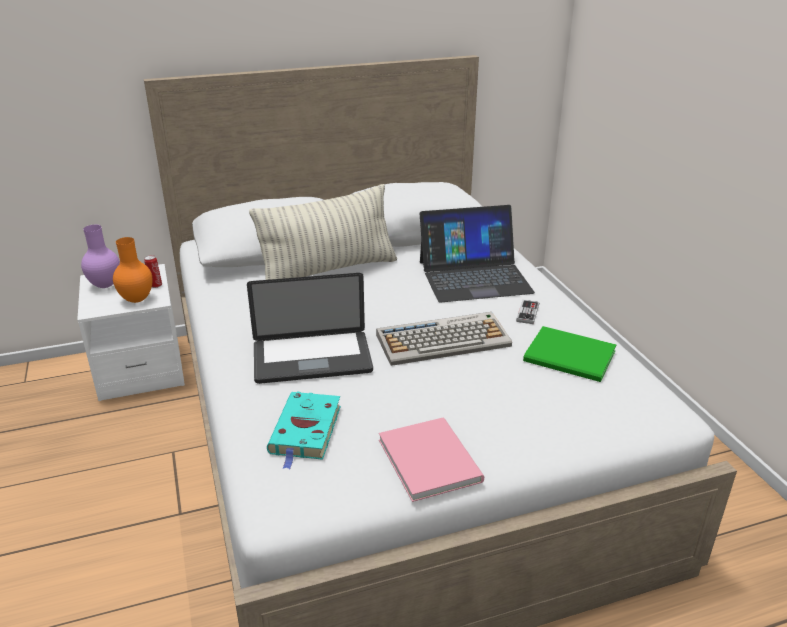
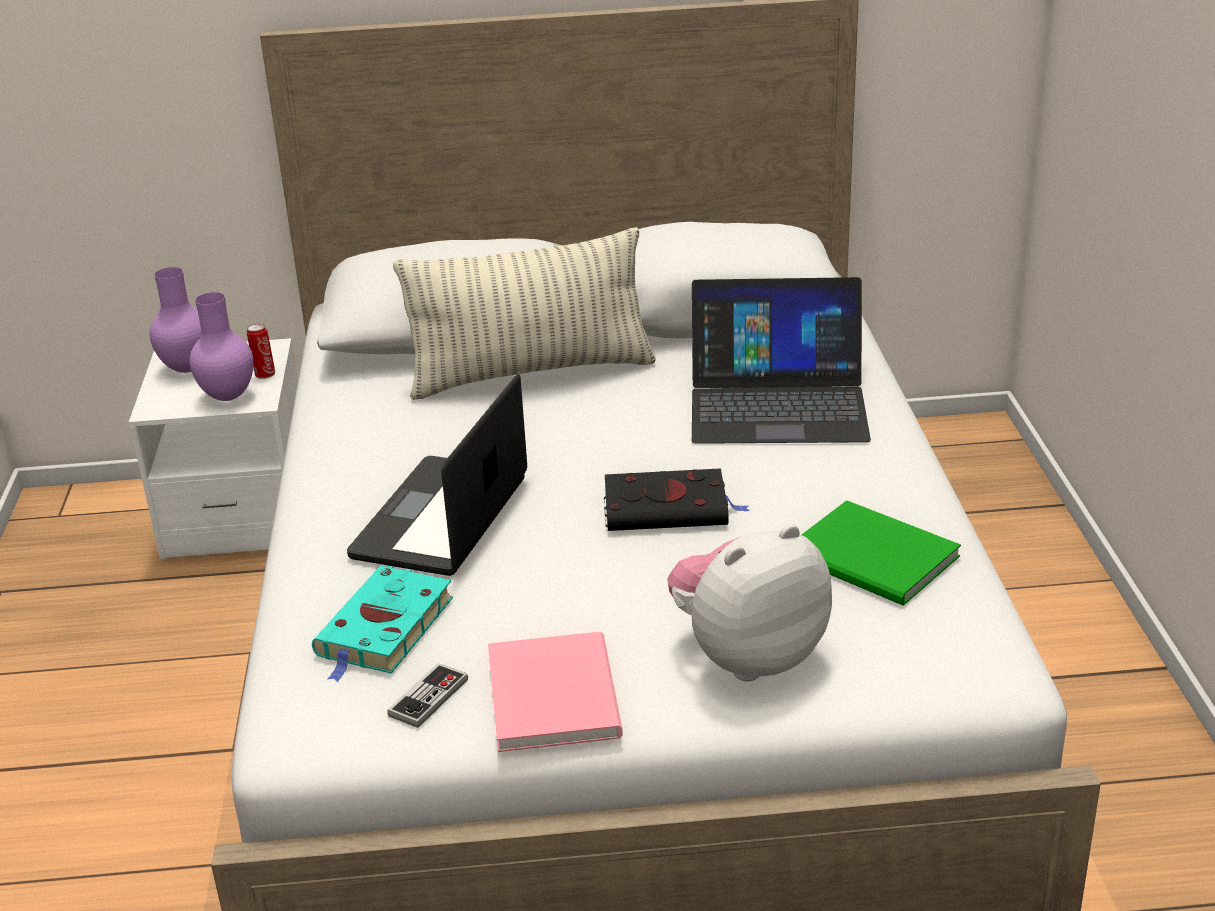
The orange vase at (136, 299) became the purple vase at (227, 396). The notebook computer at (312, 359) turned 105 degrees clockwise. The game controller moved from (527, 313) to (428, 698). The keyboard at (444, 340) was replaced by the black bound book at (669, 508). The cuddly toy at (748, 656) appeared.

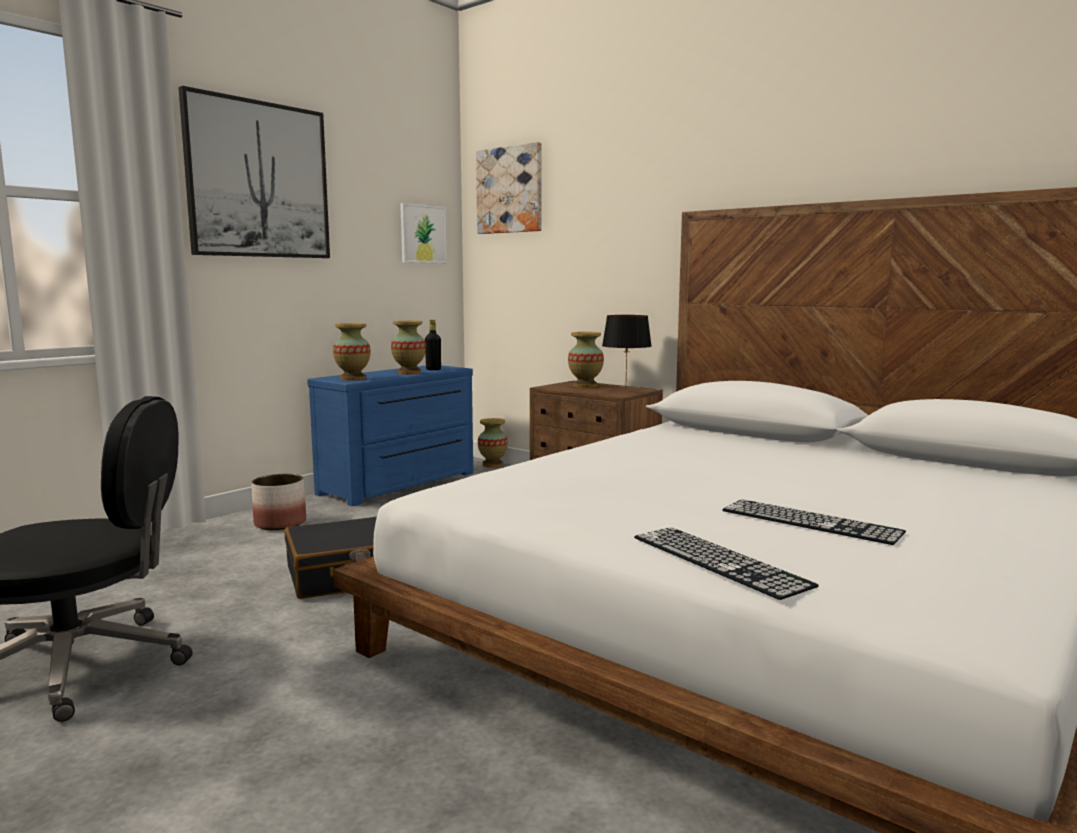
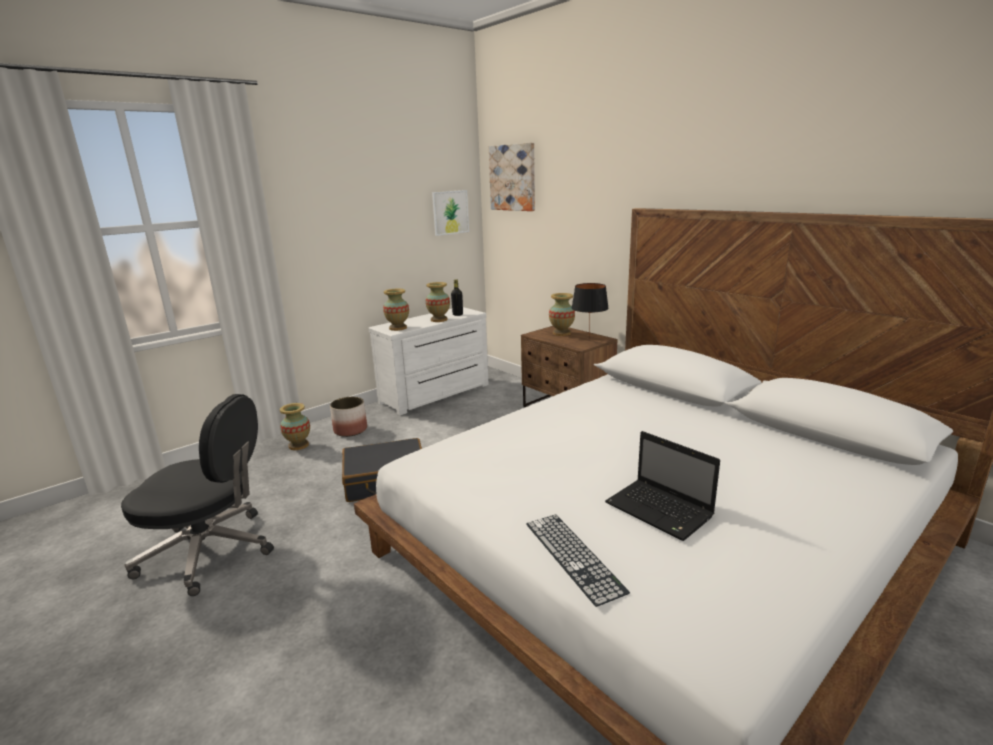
The vase moved from (493, 465) to (299, 445). The blue chest of drawers at (401, 484) became the whitish chest of drawers at (436, 394). The keyboard at (810, 521) was replaced by the notebook computer at (661, 511). The picture at (258, 180) disappeared.

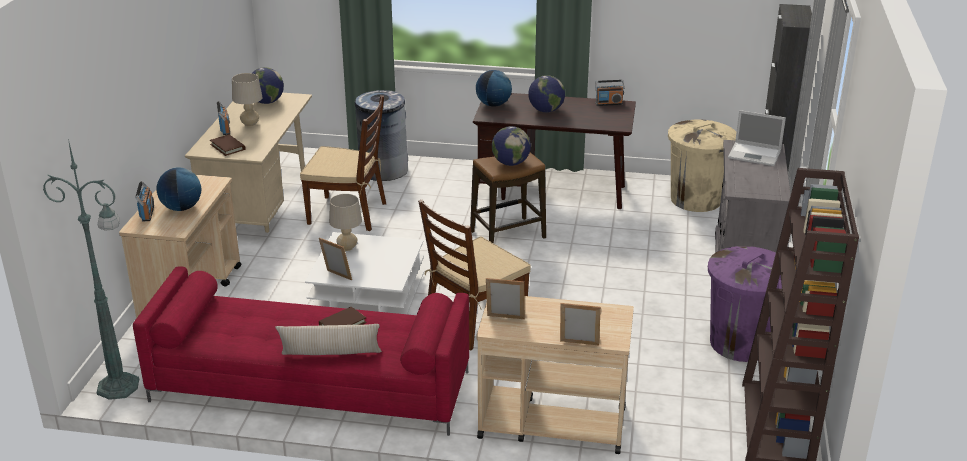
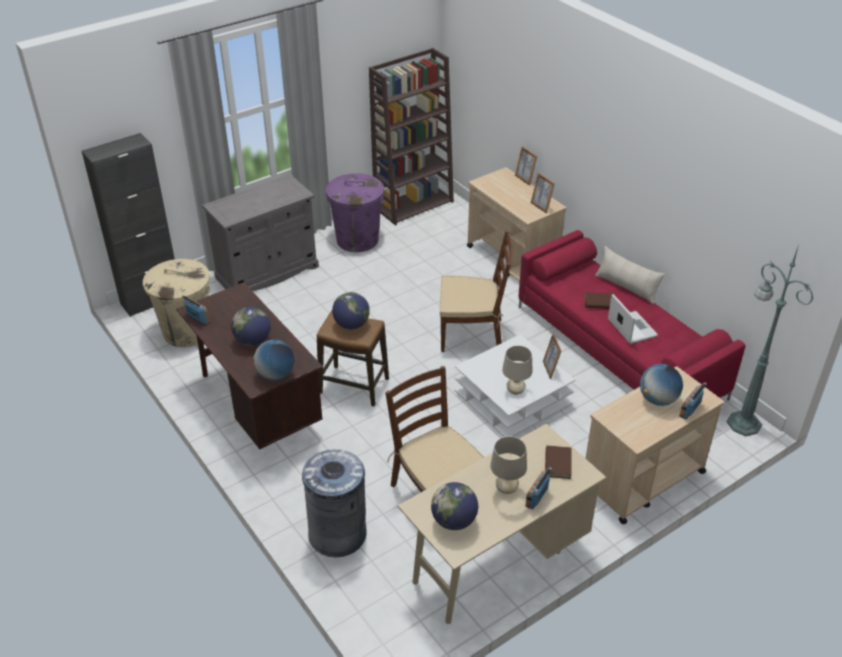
The notebook computer moved from (755, 154) to (631, 327).

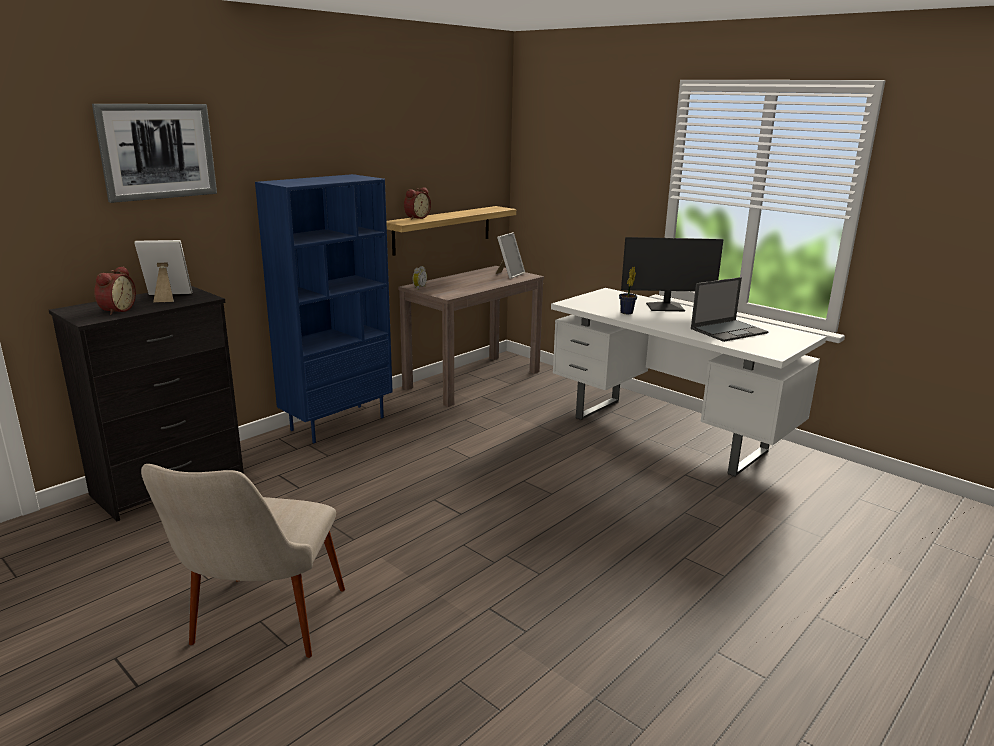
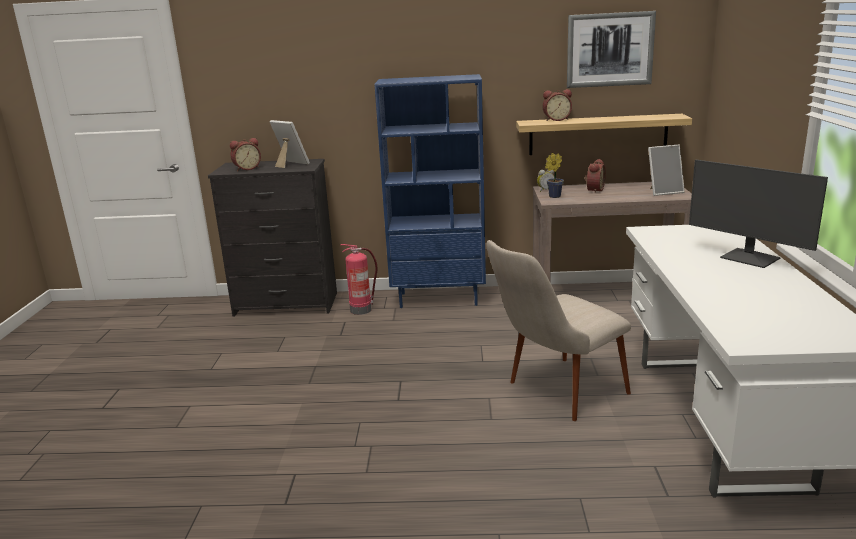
The extinguisher at (362, 310) appeared. The beige-coloured plain chair moved from (260, 633) to (554, 394). The plant in a pot moved from (626, 313) to (553, 196). The picture moved from (157, 151) to (610, 49). The bedside clock at (593, 190) appeared. The notebook computer at (729, 331) disappeared.

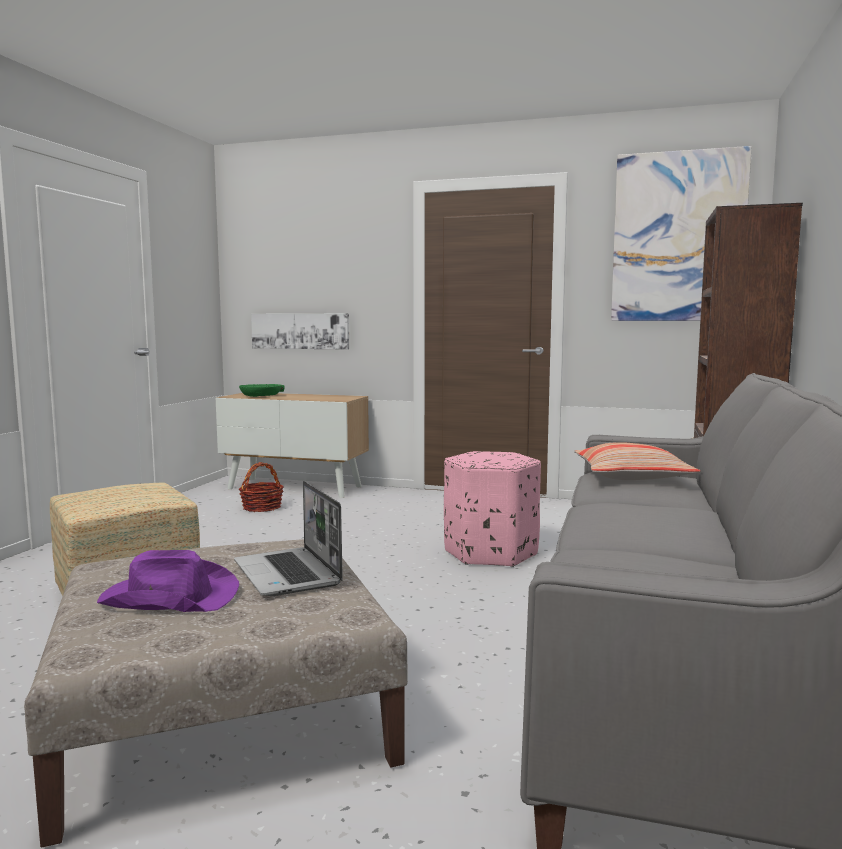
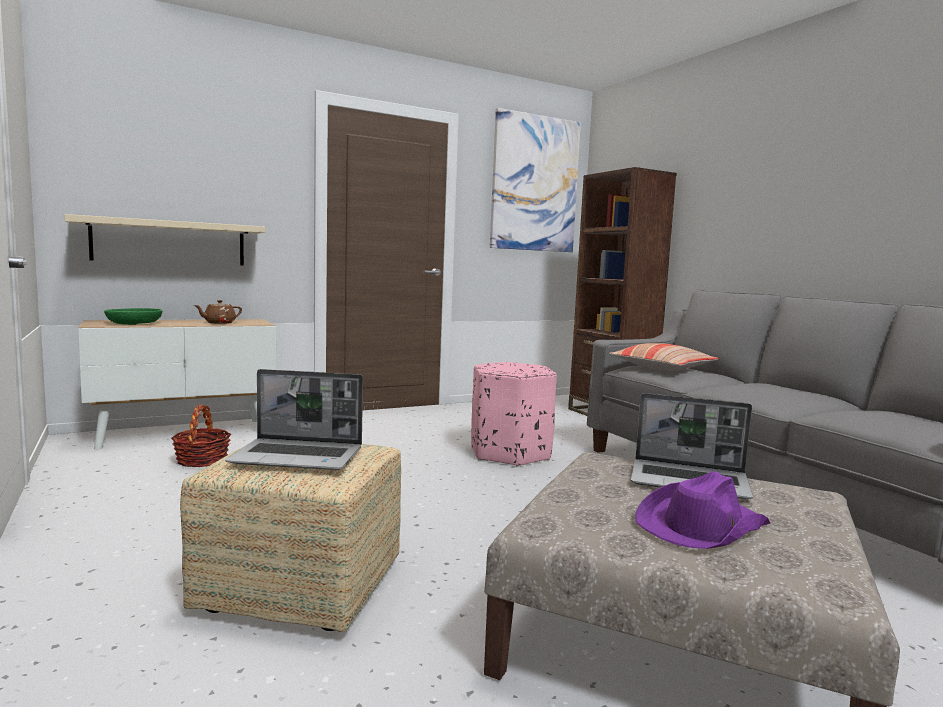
The picture at (300, 331) was replaced by the beige-coloured bracket shelf at (170, 242). The brown-coloured teapot at (219, 323) appeared. The notebook computer at (299, 457) appeared.

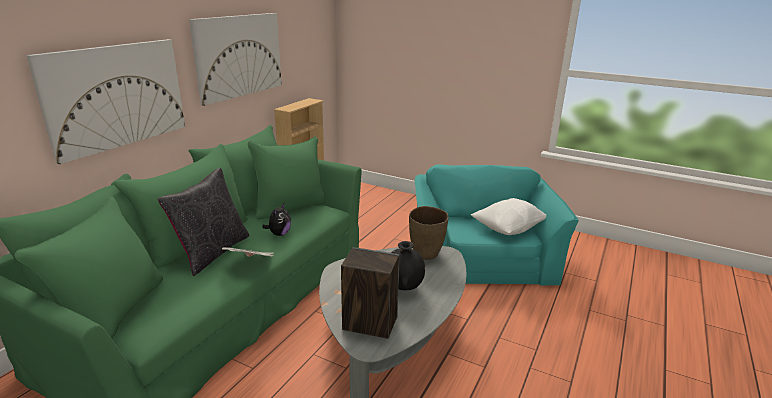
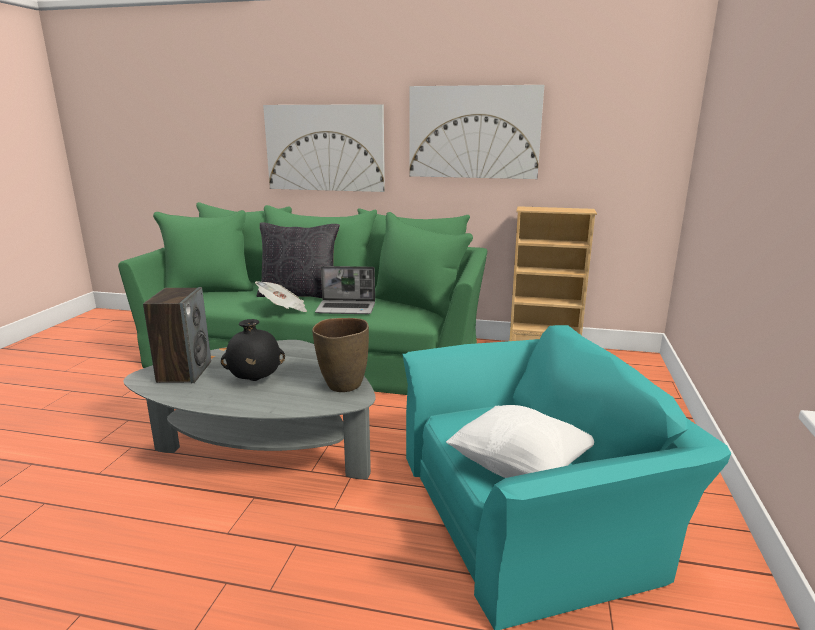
The cuddly toy at (279, 234) was replaced by the notebook computer at (347, 308).

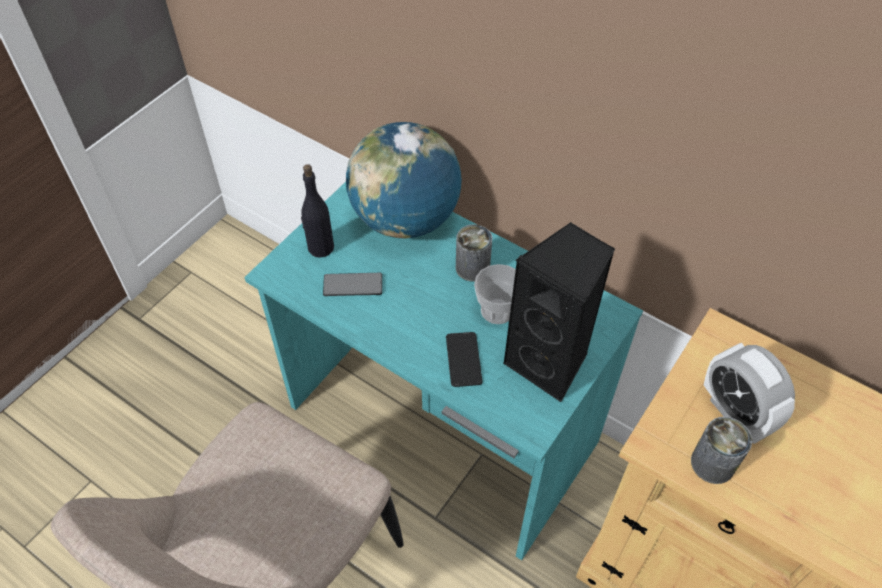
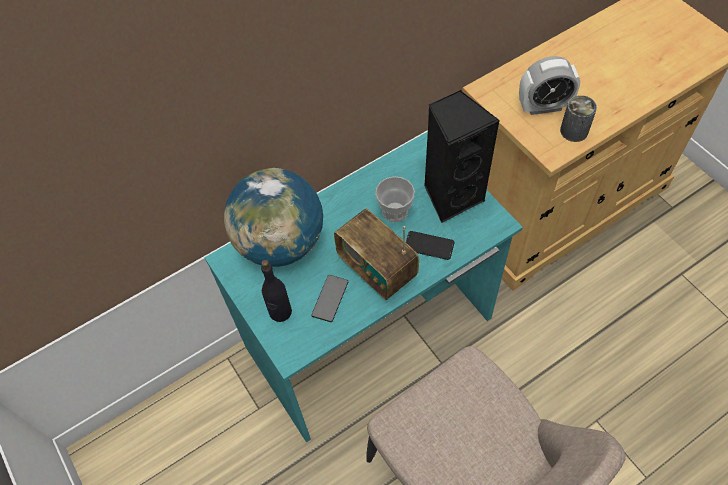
The radio set at (377, 269) appeared. The metal can at (472, 267) disappeared.

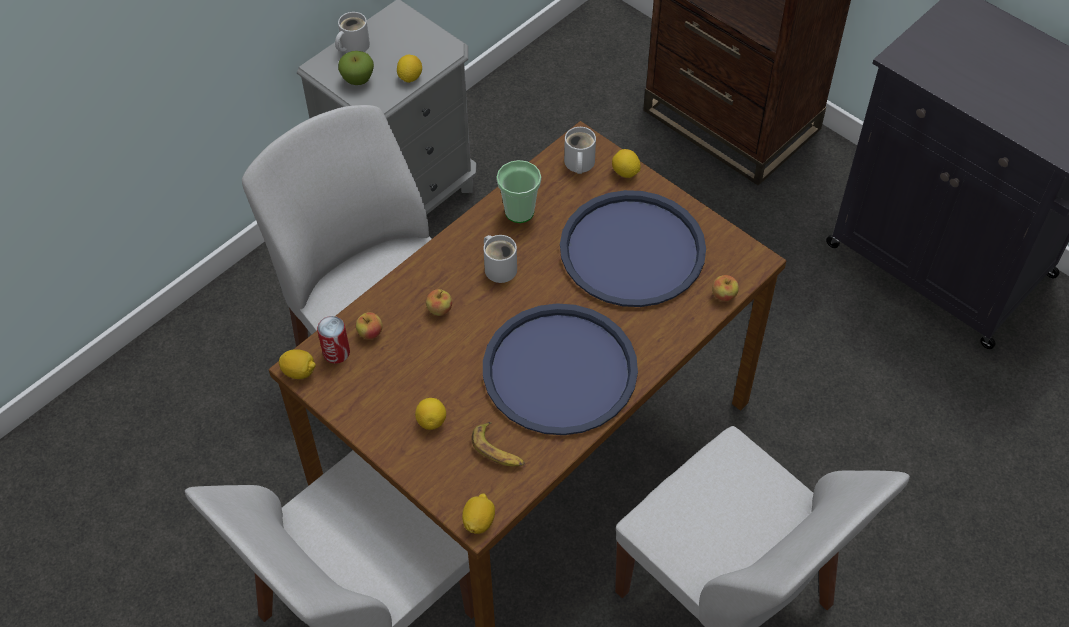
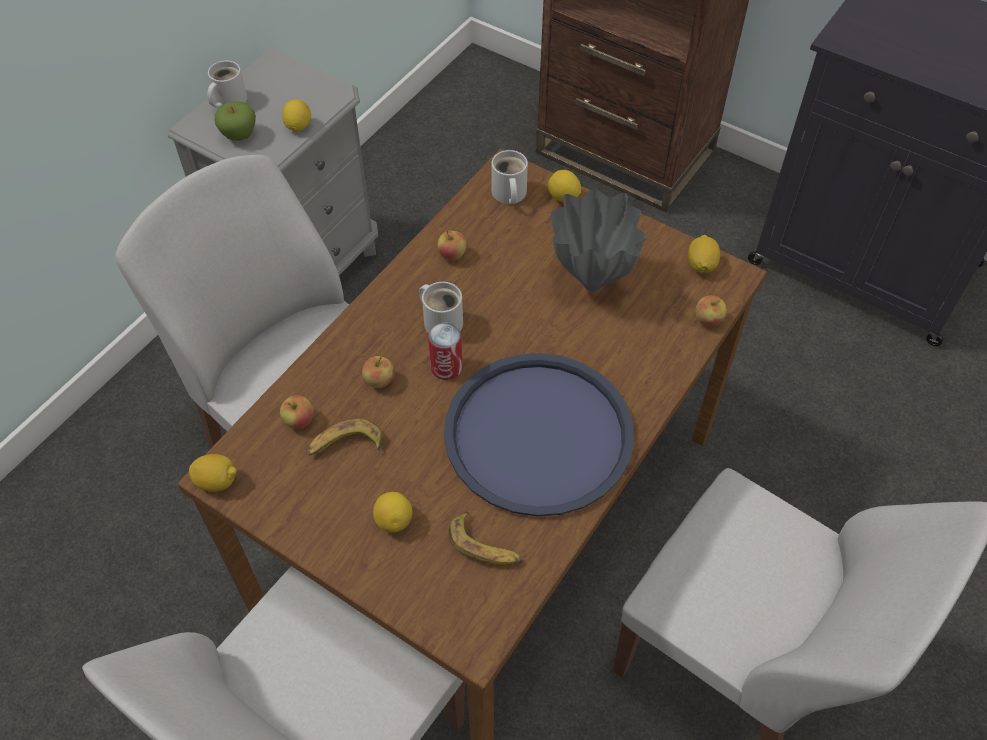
The whole banana at (345, 445) appeared. The metal can moved from (336, 353) to (446, 367). The cup at (519, 211) was replaced by the whole apple at (452, 255). The blue serving tray at (632, 250) was replaced by the greyish vase at (591, 282). The lemon moved from (479, 521) to (701, 265).

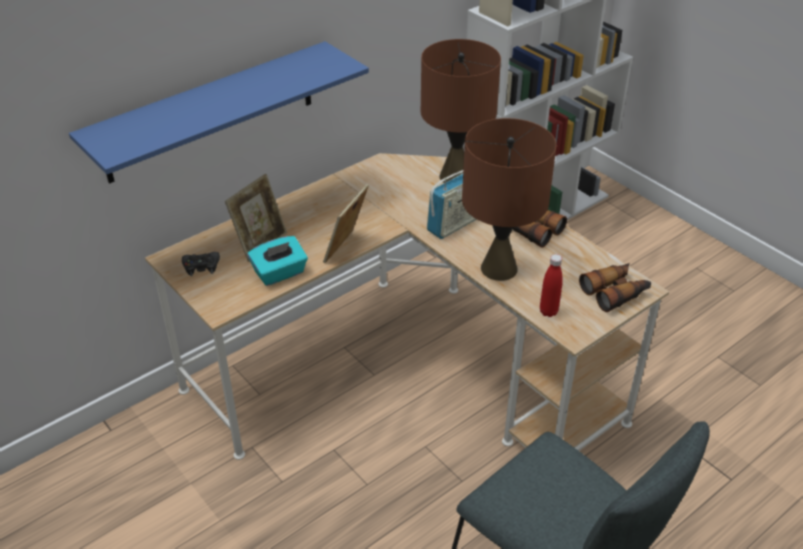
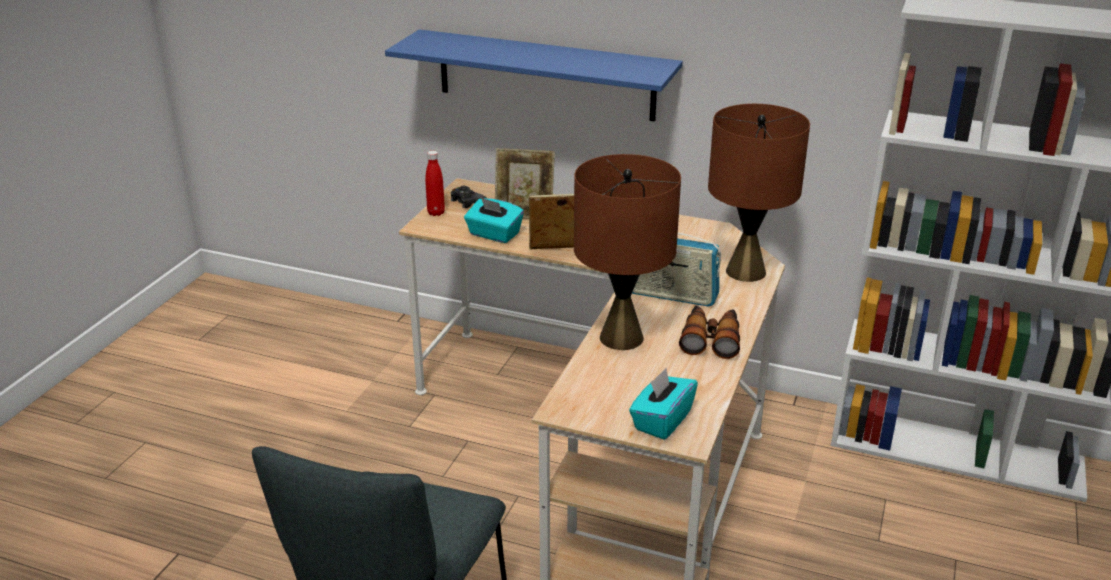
The reddish beverage bottle moved from (548, 311) to (436, 212). The pair of binoculars at (615, 292) was replaced by the turquoise tissue box at (661, 421).

